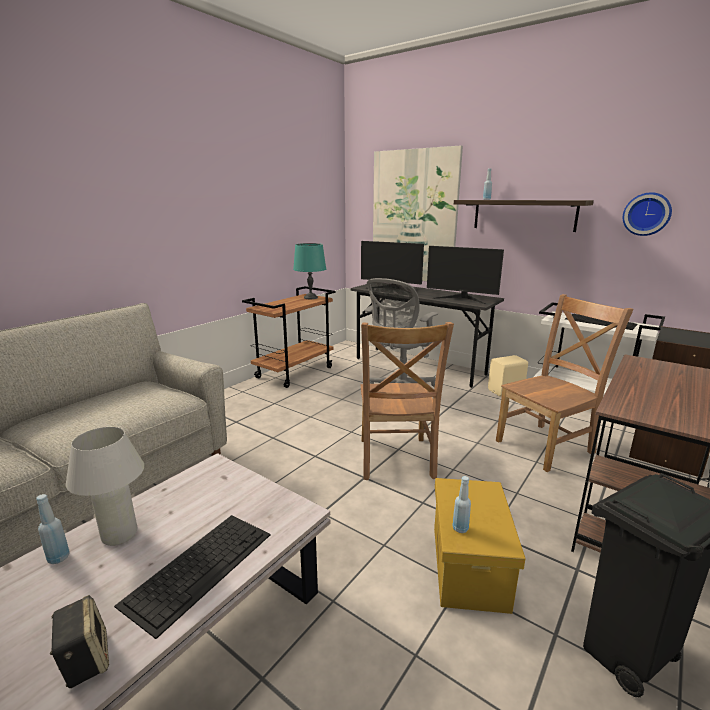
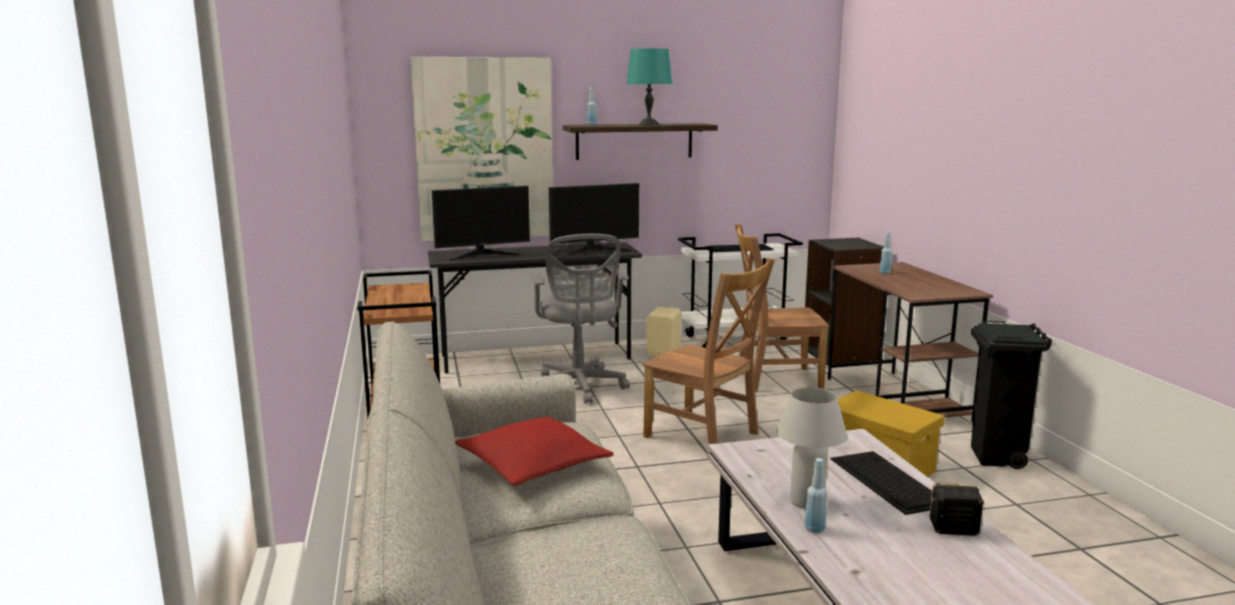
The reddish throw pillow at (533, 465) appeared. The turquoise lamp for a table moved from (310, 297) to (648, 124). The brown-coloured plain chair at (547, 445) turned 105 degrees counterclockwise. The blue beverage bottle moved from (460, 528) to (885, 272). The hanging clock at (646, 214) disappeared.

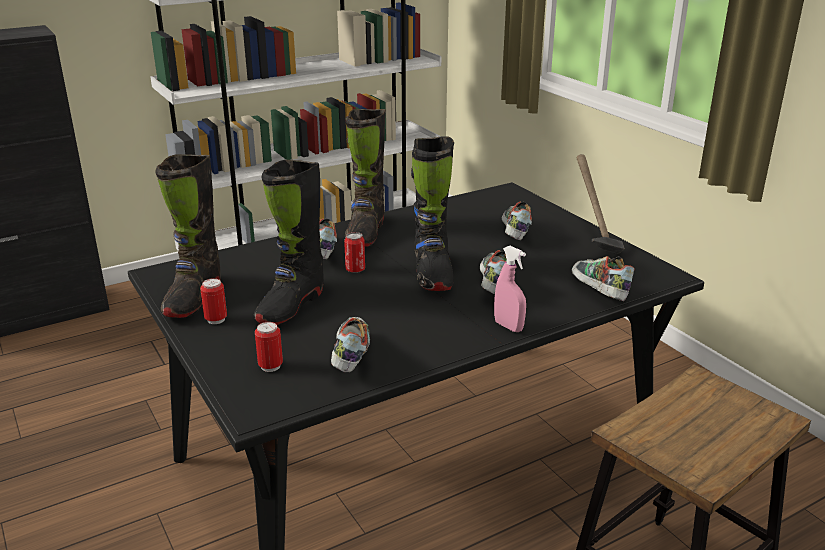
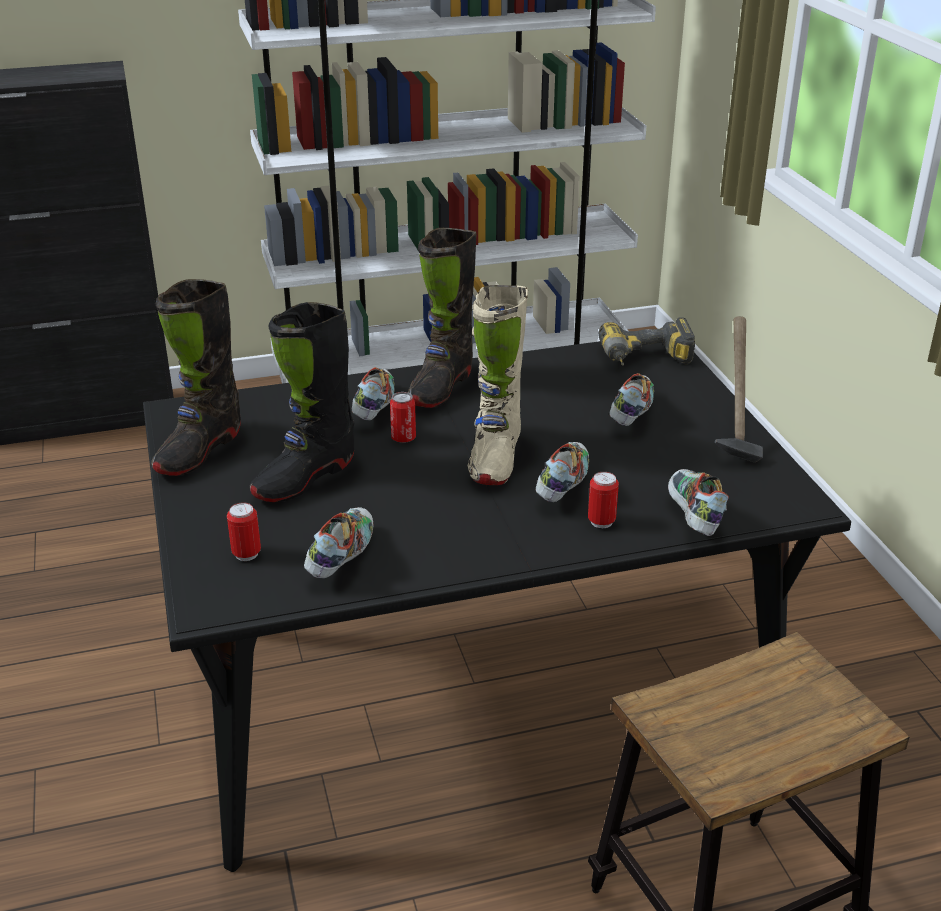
The black high-top boot at (432, 274) became the beige-coloured high-top boot at (494, 458). The metal can moved from (216, 319) to (601, 522). The electric drill at (646, 361) appeared. The pink-coloured spray bottle at (508, 326) disappeared.

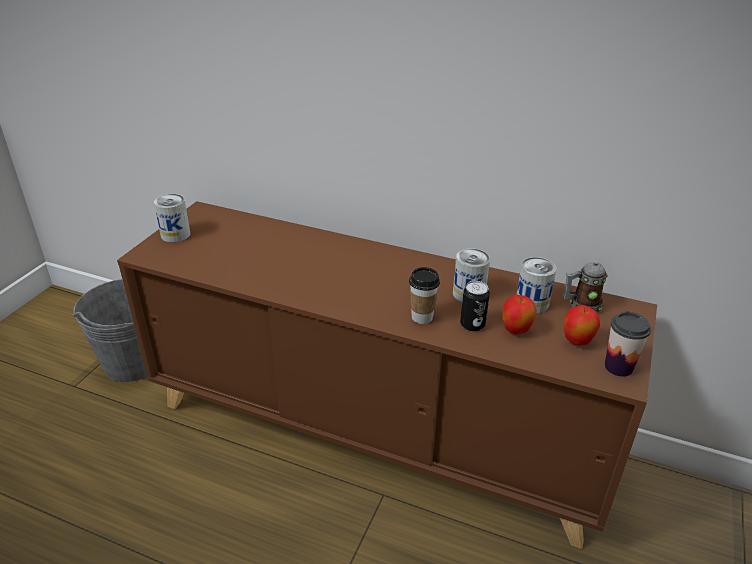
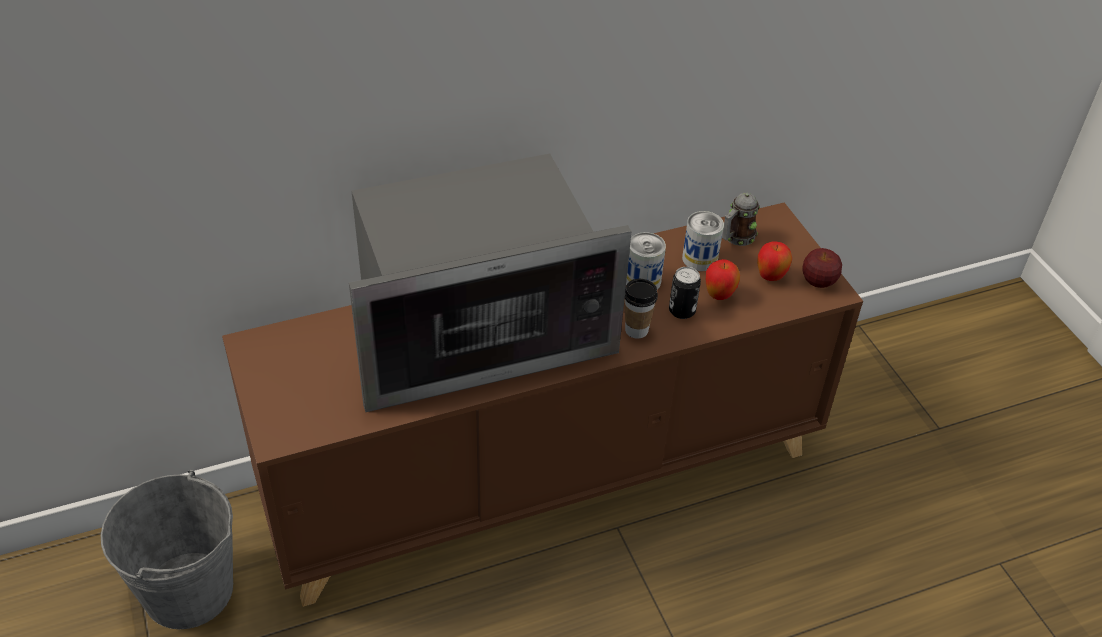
The microwave oven at (476, 334) appeared. The cup at (618, 367) was replaced by the whole apple at (818, 281). The metal can at (175, 234) disappeared.

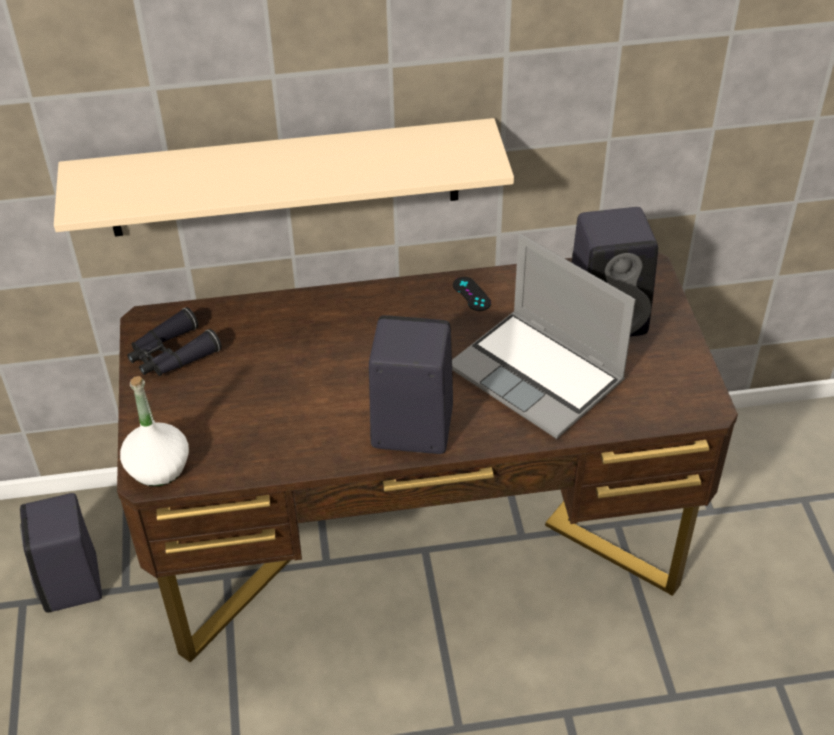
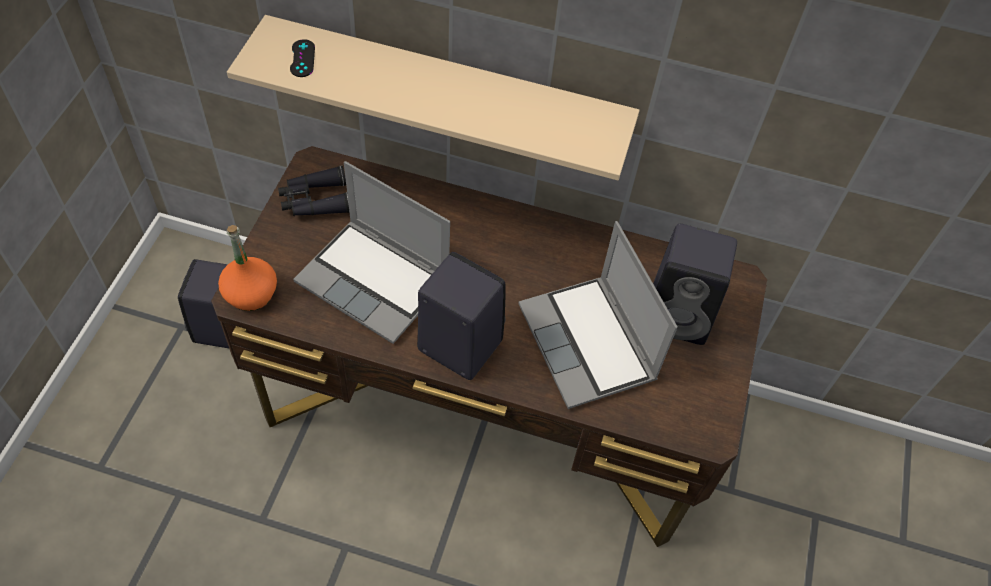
The whitish beverage bottle at (158, 467) became the orange beverage bottle at (250, 293). The black game controller moved from (471, 294) to (302, 58). The notebook computer at (375, 282) appeared.

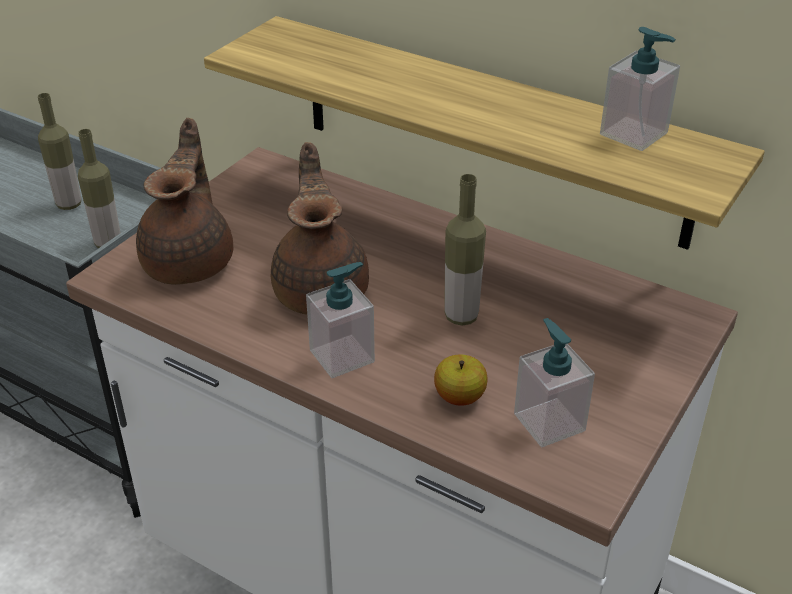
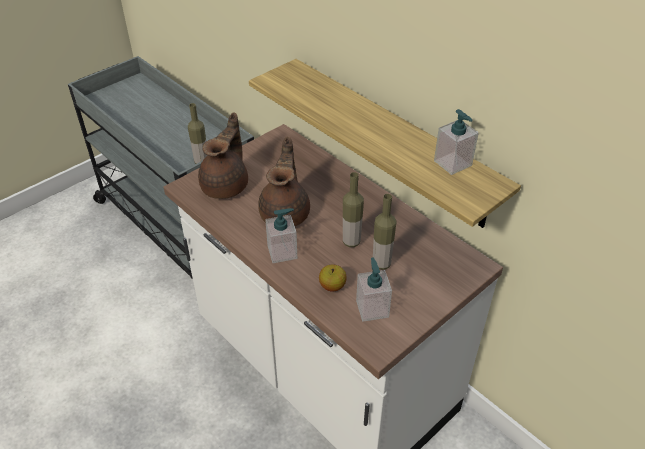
The beverage bottle moved from (69, 204) to (381, 263).

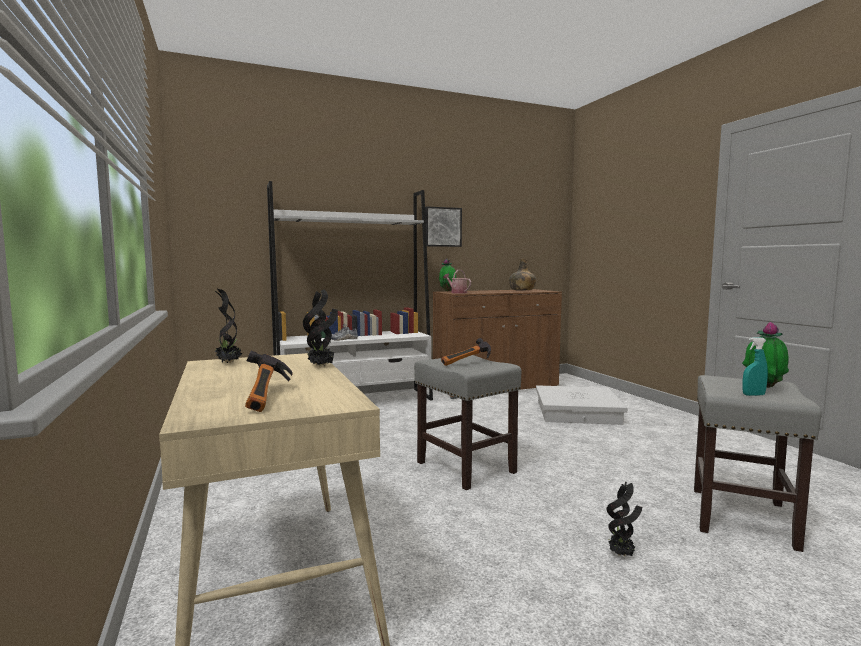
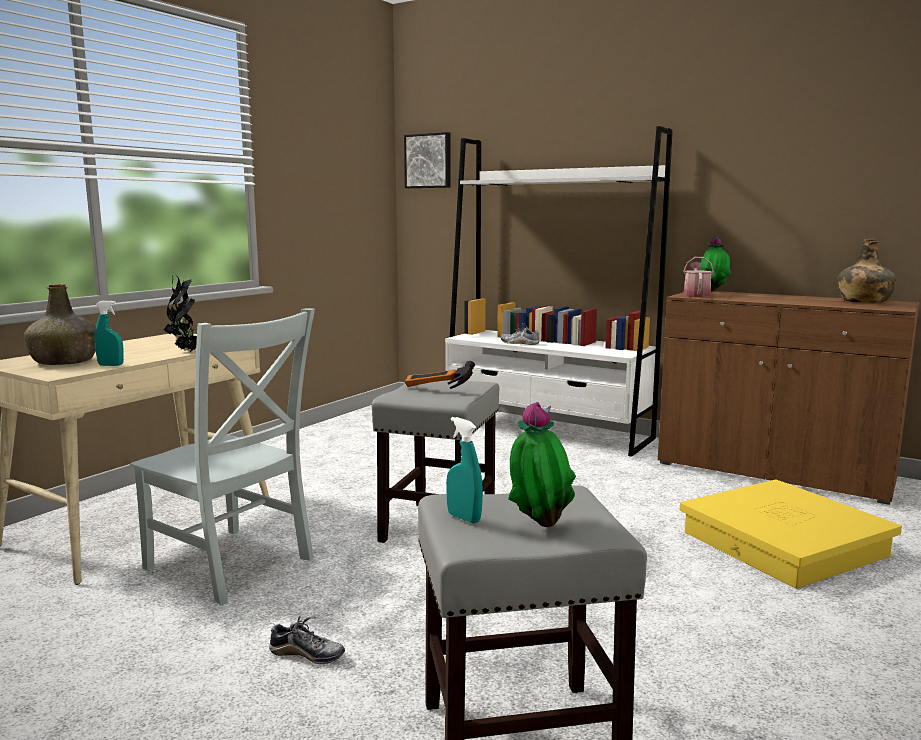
The tool hammer at (269, 398) was replaced by the greenish beverage bottle at (65, 361). The turquoise spray bottle at (111, 365) appeared. The greyish plain chair at (233, 566) appeared. The plant in a pot at (622, 555) was replaced by the item of footwear at (307, 654). The picture moved from (442, 227) to (428, 161). The whitish storage bin at (577, 412) became the yellow storage bin at (784, 544).

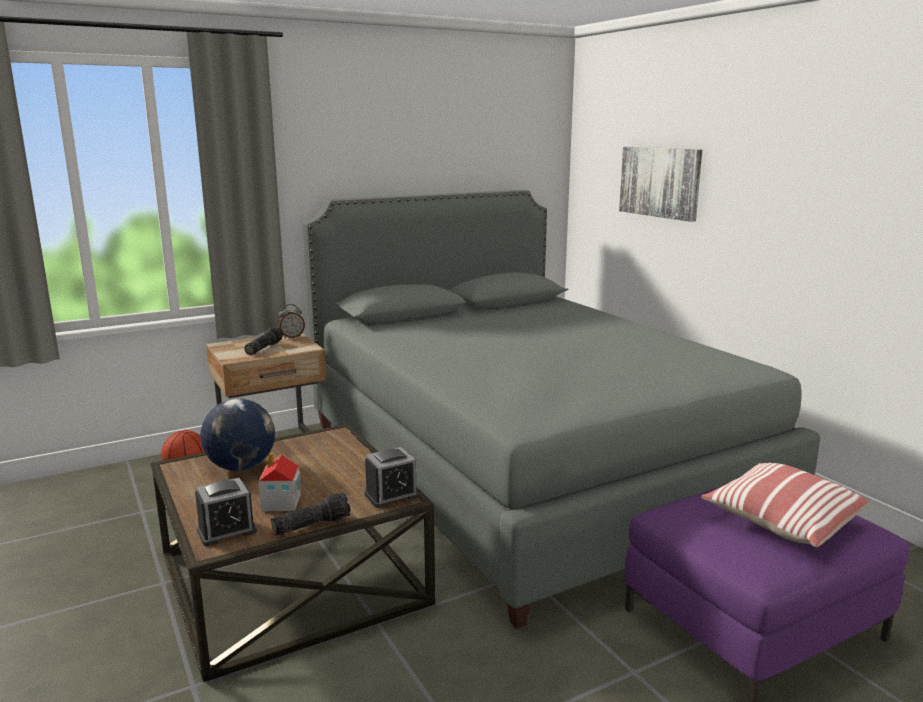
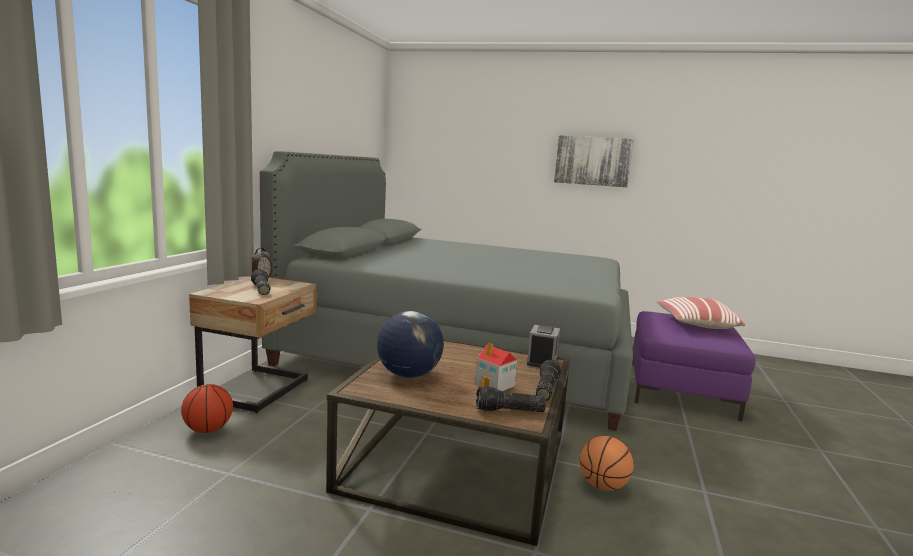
The bedside clock at (226, 531) was replaced by the hand torch at (509, 411). The picture moved from (660, 182) to (592, 161). The basketball ball at (603, 486) appeared.

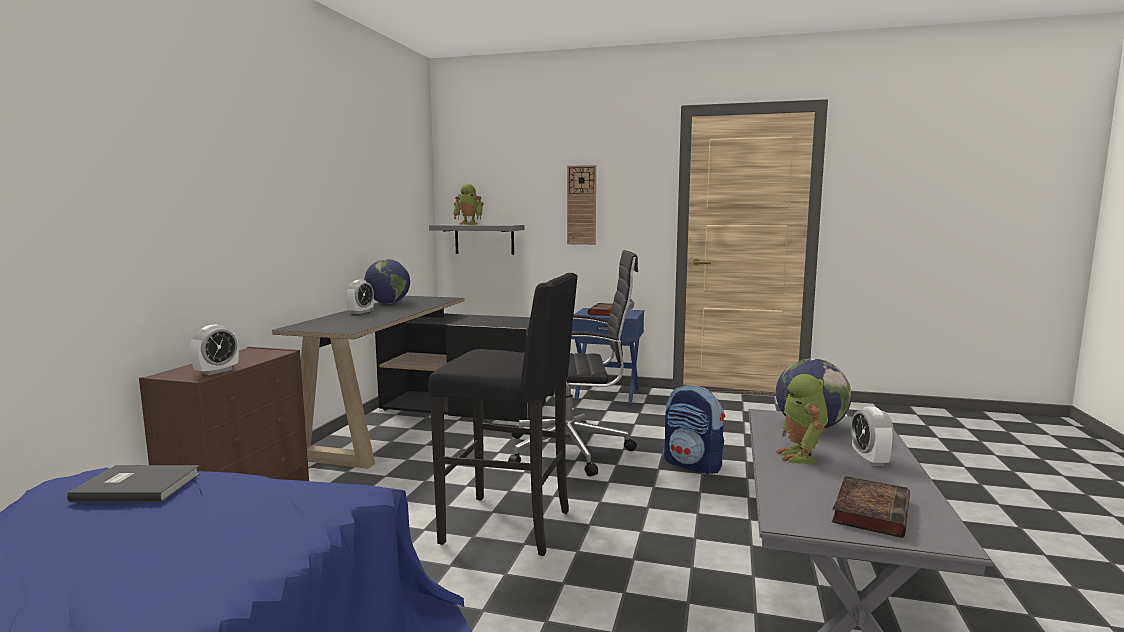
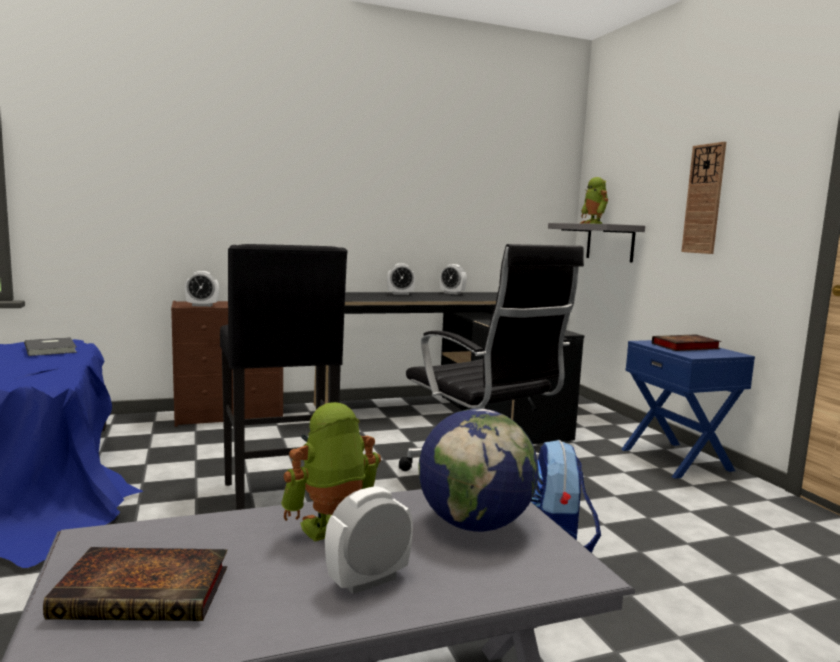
The desk globe at (388, 303) was replaced by the bedside clock at (452, 293).

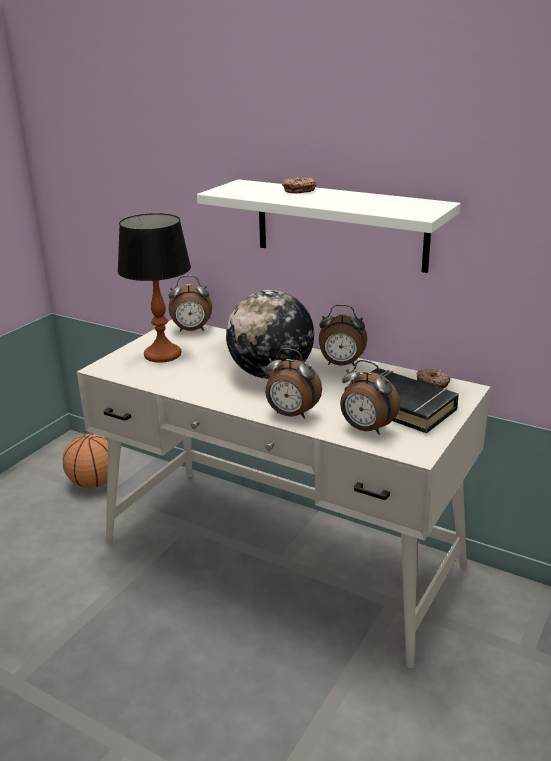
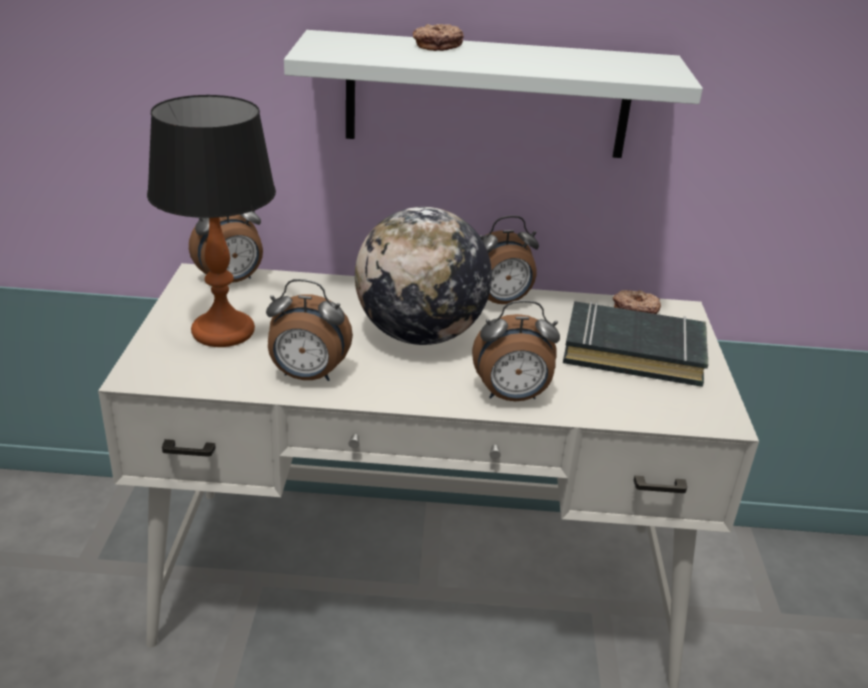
The bedside clock moved from (366, 429) to (307, 376). The basketball ball at (93, 483) disappeared.

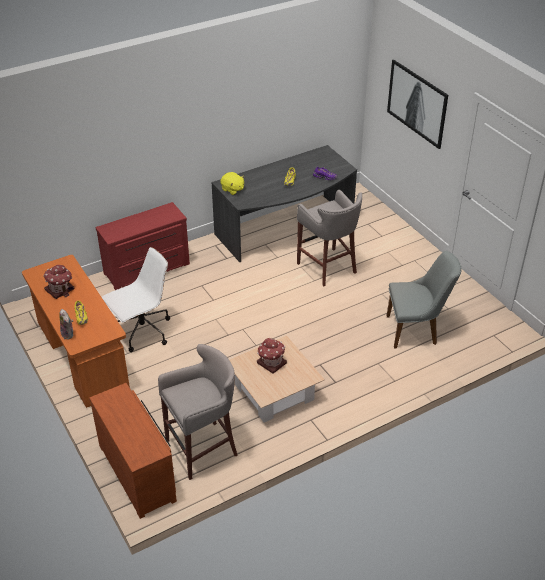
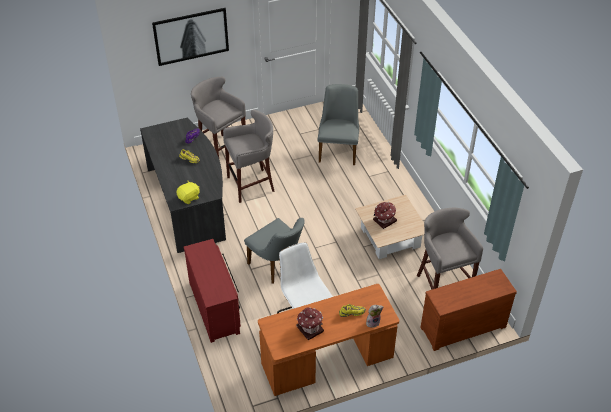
The greyish stool seat at (220, 149) appeared. The greyish plain chair at (277, 266) appeared.

